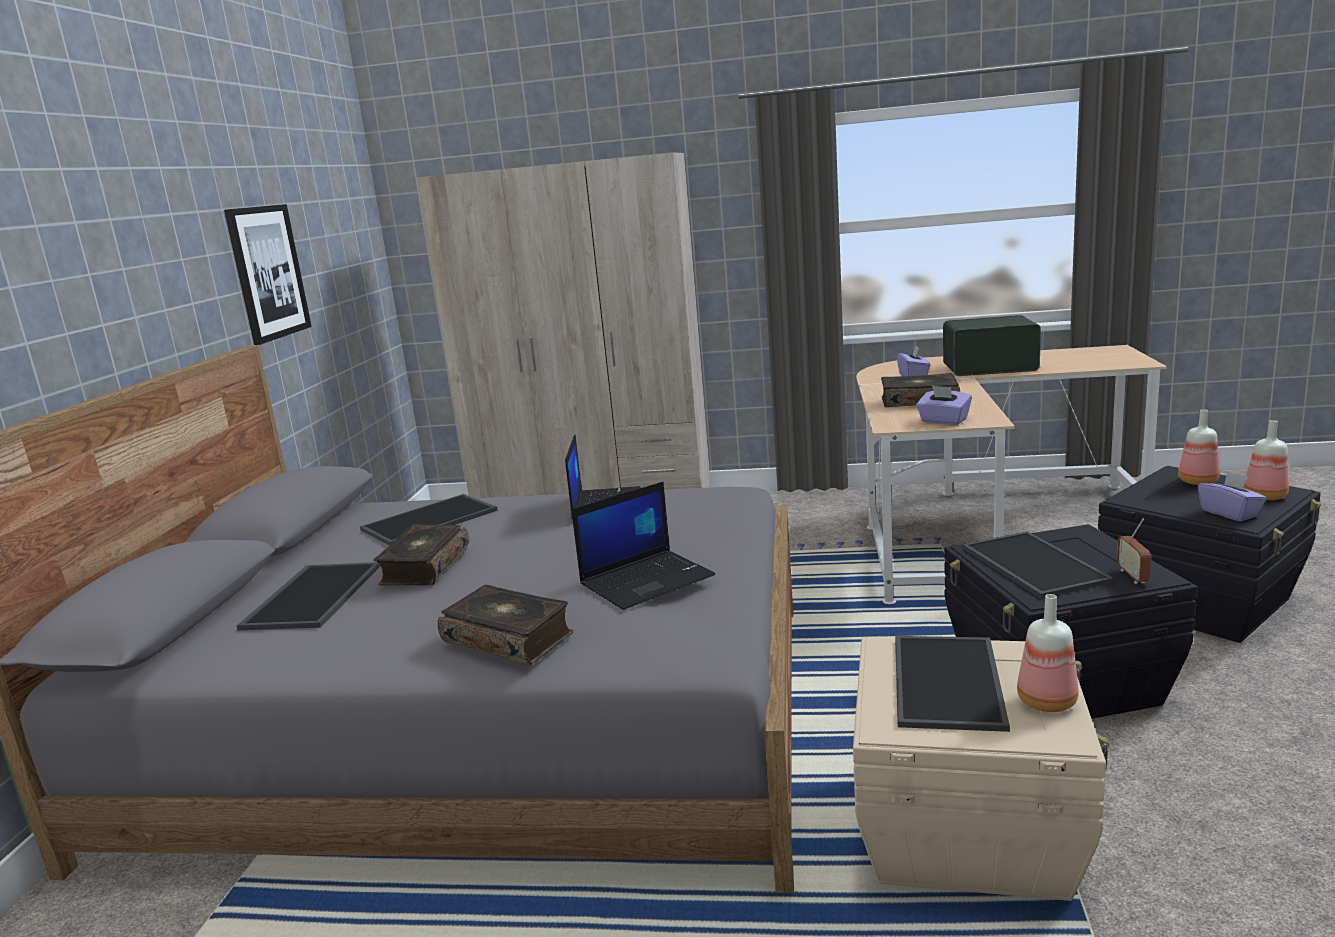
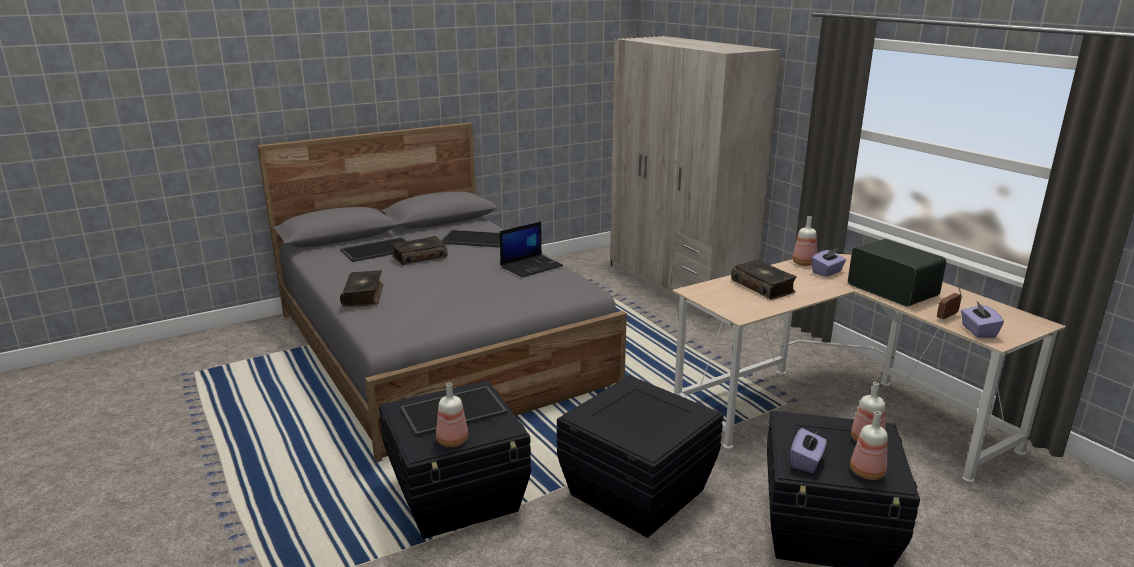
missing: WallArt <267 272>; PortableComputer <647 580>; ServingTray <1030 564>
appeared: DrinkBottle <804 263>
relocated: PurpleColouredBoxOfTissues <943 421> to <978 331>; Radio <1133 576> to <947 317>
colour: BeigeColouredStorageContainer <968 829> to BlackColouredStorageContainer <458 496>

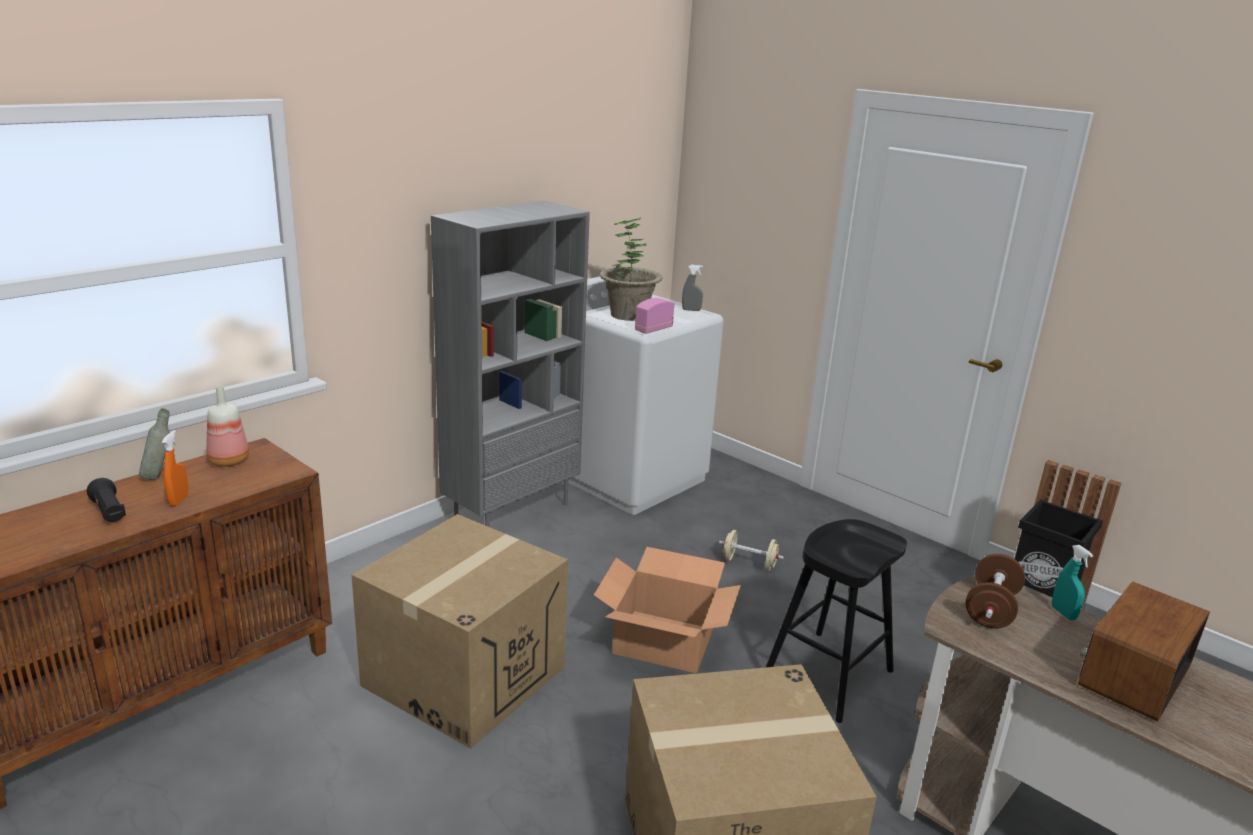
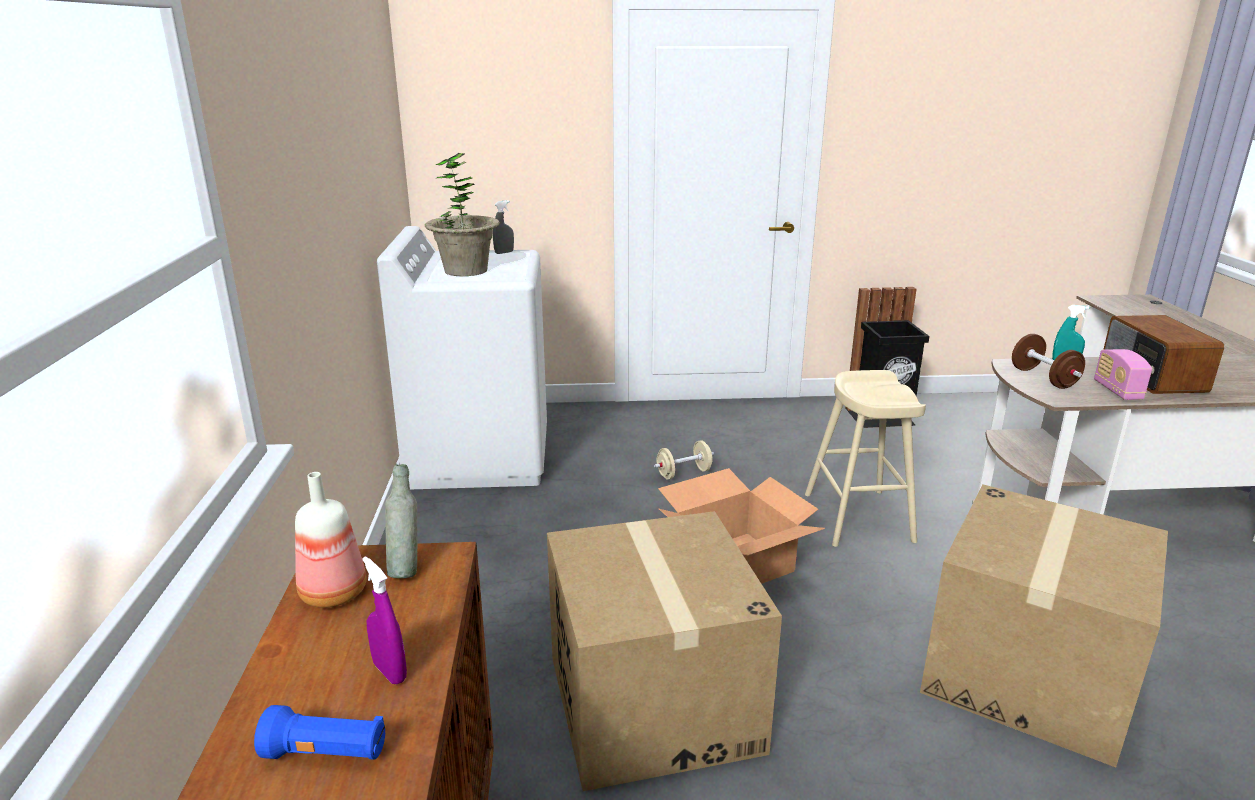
missing: GrayBookshelf <511 511>
relocated: GrayDrinkBottle <160 476> to <406 570>; Radio <653 329> to <1117 391>
colour: BlackColouredHandTorch <109 512> to BluishHandTorch <327 754>; OrangeyHandSprayer <179 500> to PurpleColouredHandSprayer <390 672>; BlackColouredSittingStool <827 675> to BeigeColouredSittingStool <858 518>

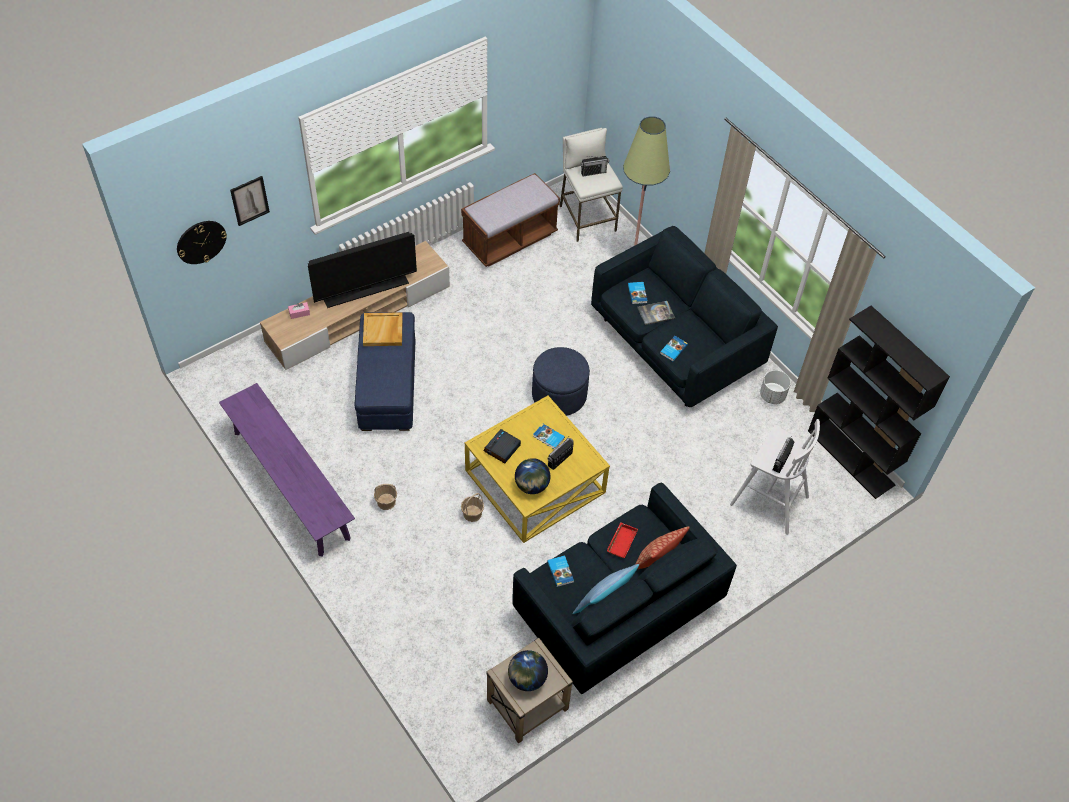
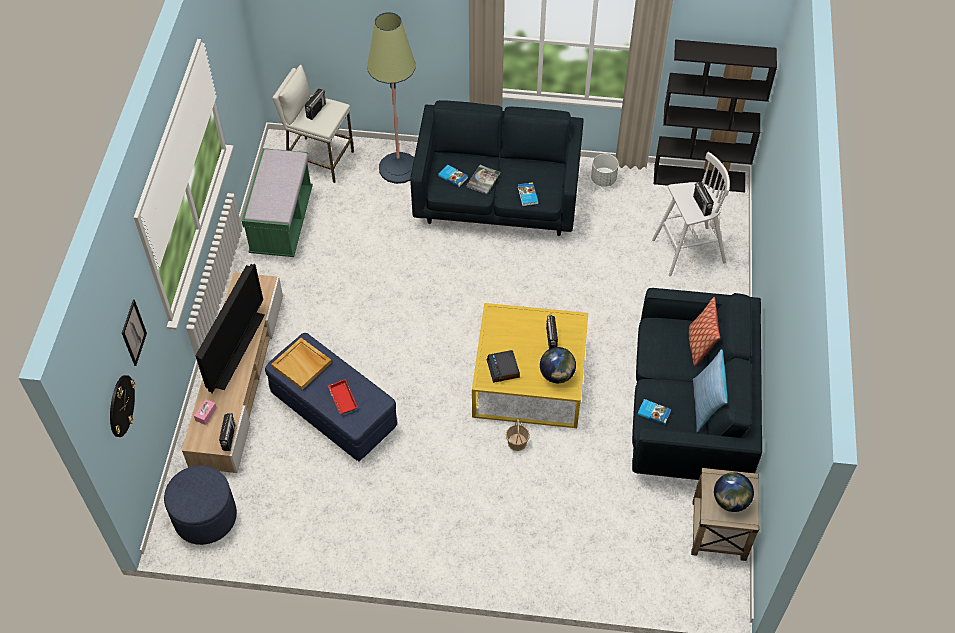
missing: PurpleColouredBench <291 484>; Basket <386 501>; Volume <548 438>
appeared: Radio <229 437>
relocated: BluishOttoman <559 395> to <205 517>; ReddishServingTray <621 541> to <341 399>
colour: BrownBench <510 239> to GreenishBench <282 222>

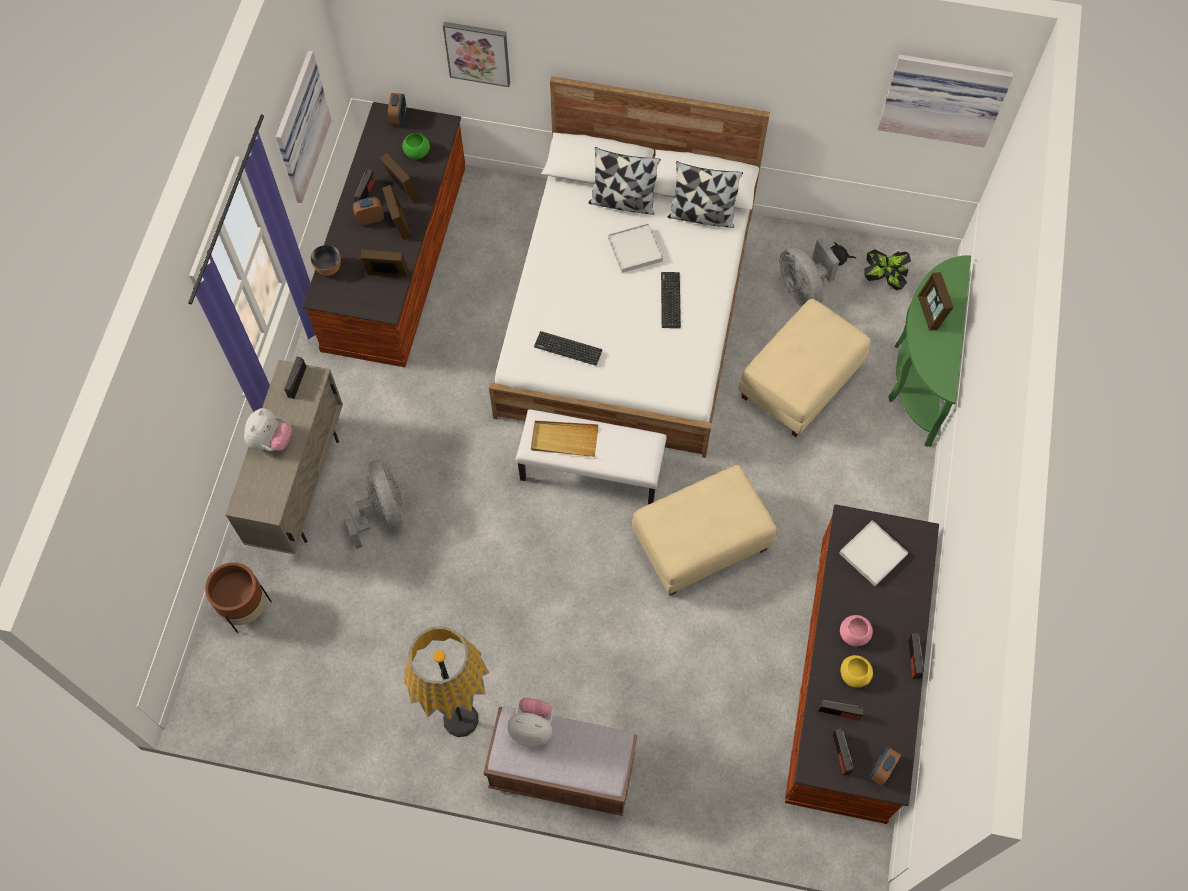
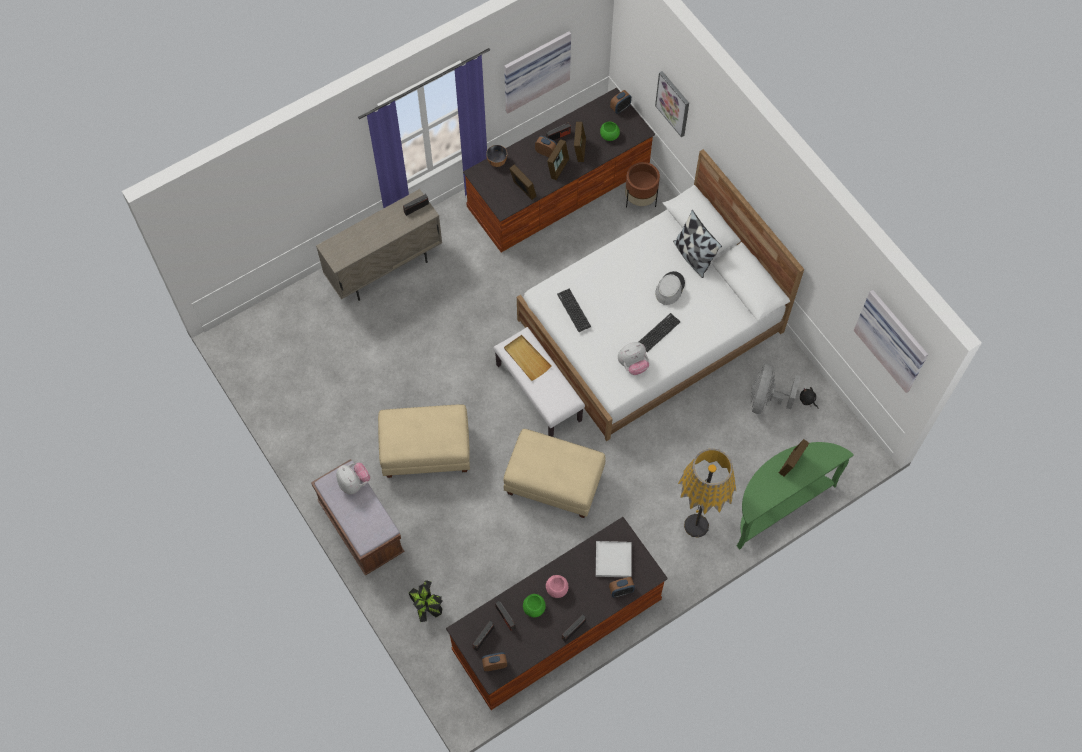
missing: GrayElectricFan <382 513>; Cushion <702 215>
appeared: TableClock <621 590>
relocated: BrownFlowerPot <246 608> to <640 200>; SoftToy <271 440> to <633 364>; StandardLamp <461 719> to <696 525>; BeigeColouredOttoman <799 381> to <426 450>; Houseplant <883 280> to <427 606>
exchanged: WhiteServingTray <635 249> to GrayClothingHat <669 288>
colour: YellowBowl <854 674> to GreenishBowl <534 607>

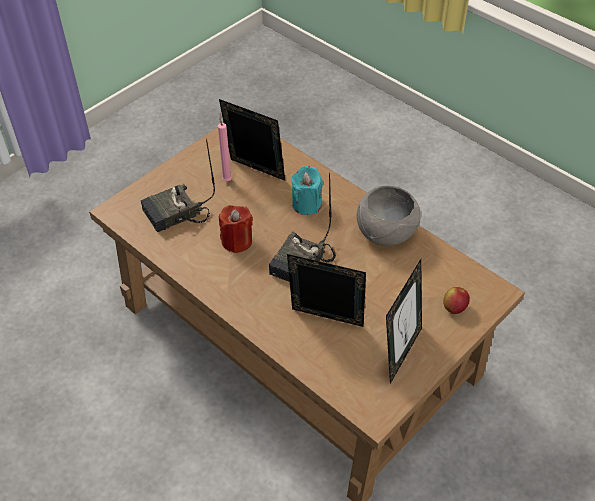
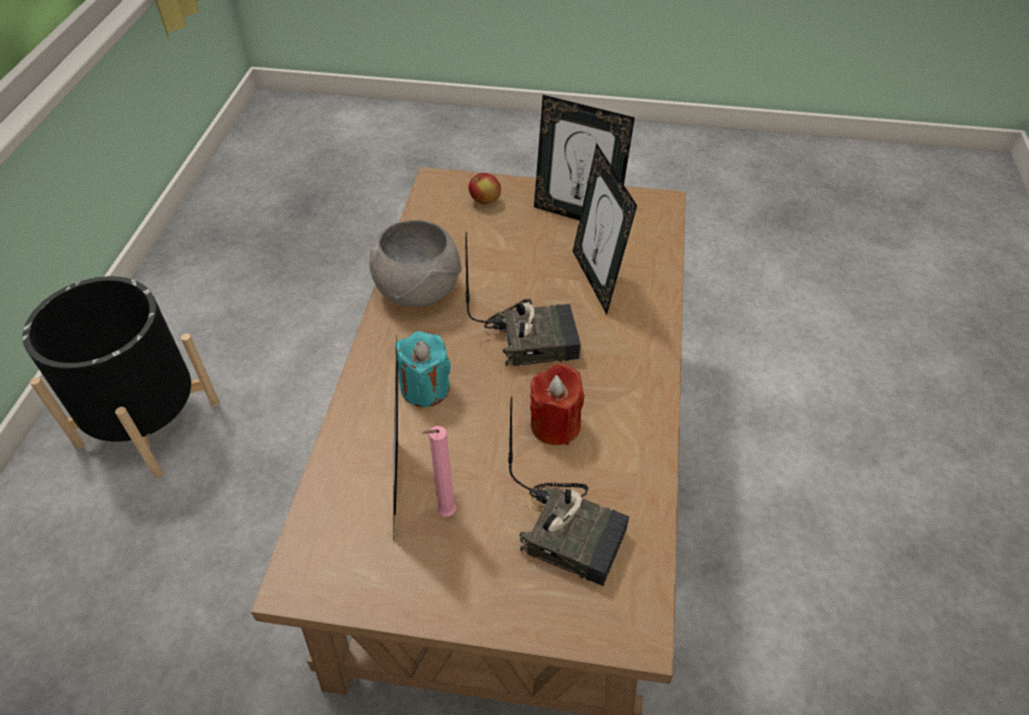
appeared: BlackColouredFlowerPot <149 424>
spun: PictureFrame <400 352> = <577 214> 150 degrees counterclockwise

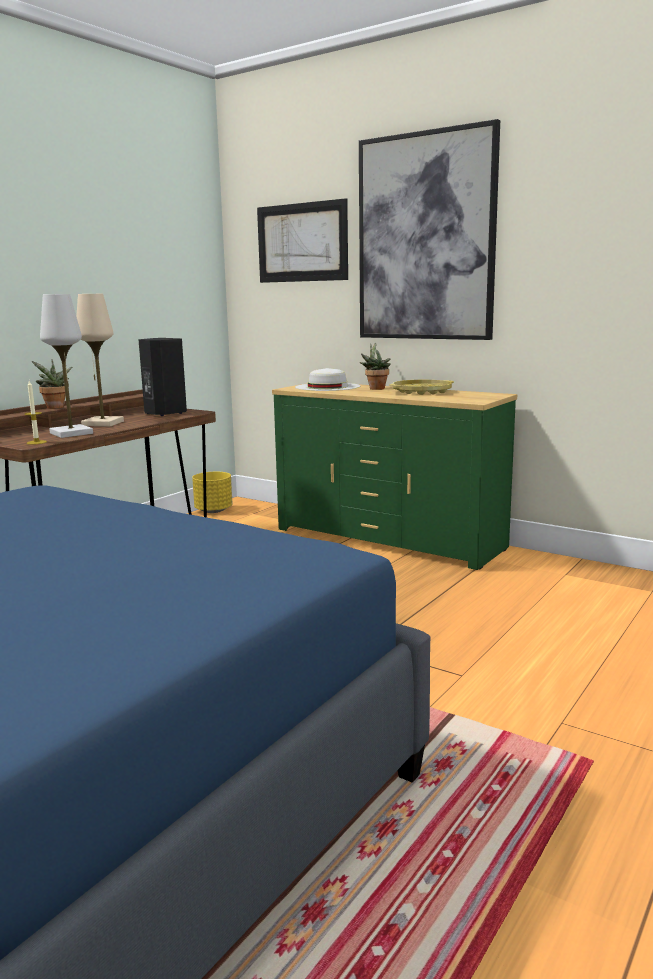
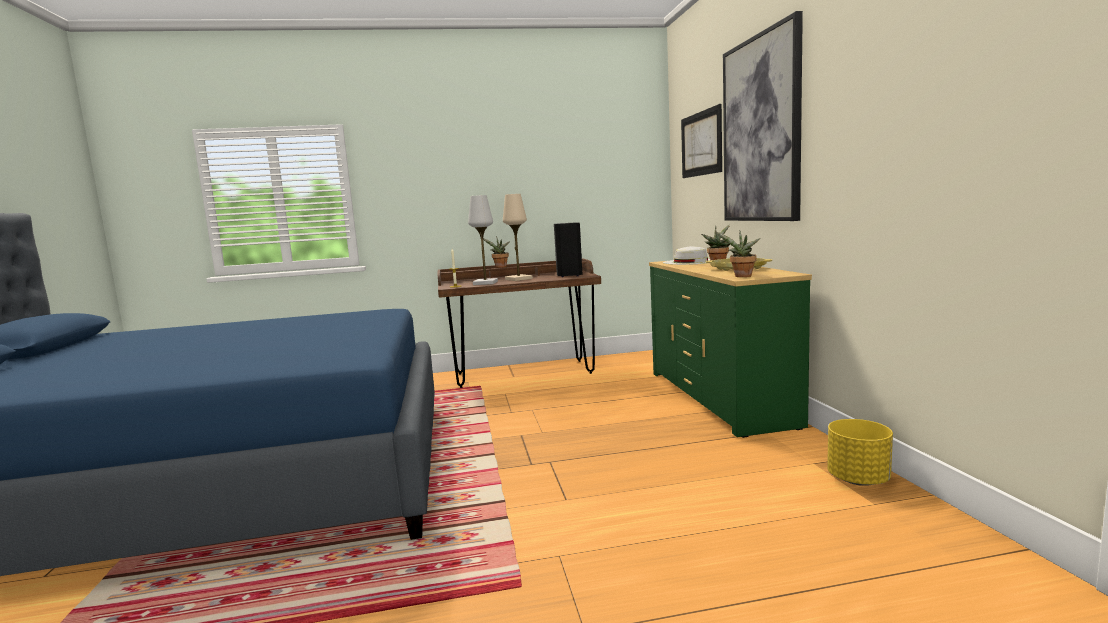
appeared: Houseplant <741 276>
relocated: YellowFlowerPot <214 510> to <858 479>

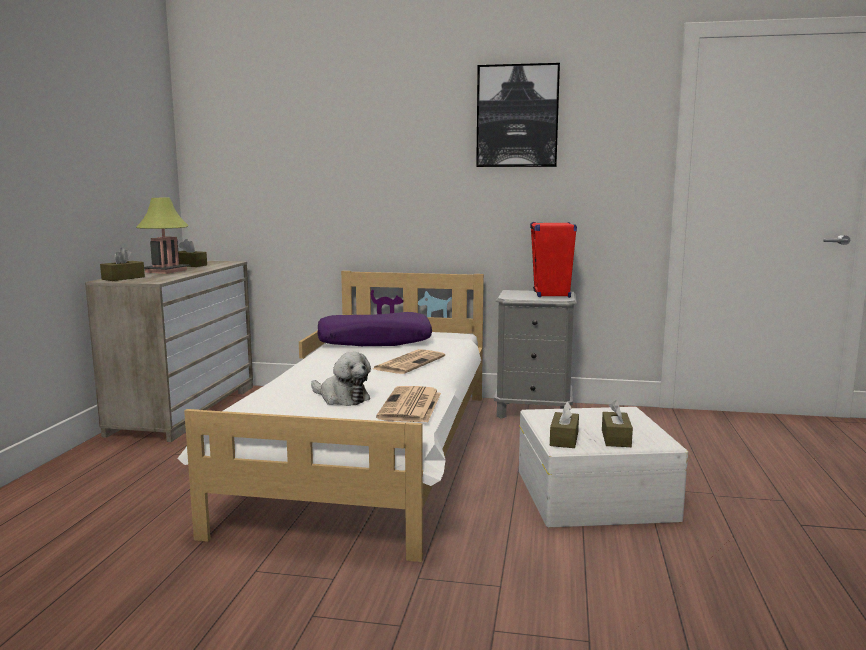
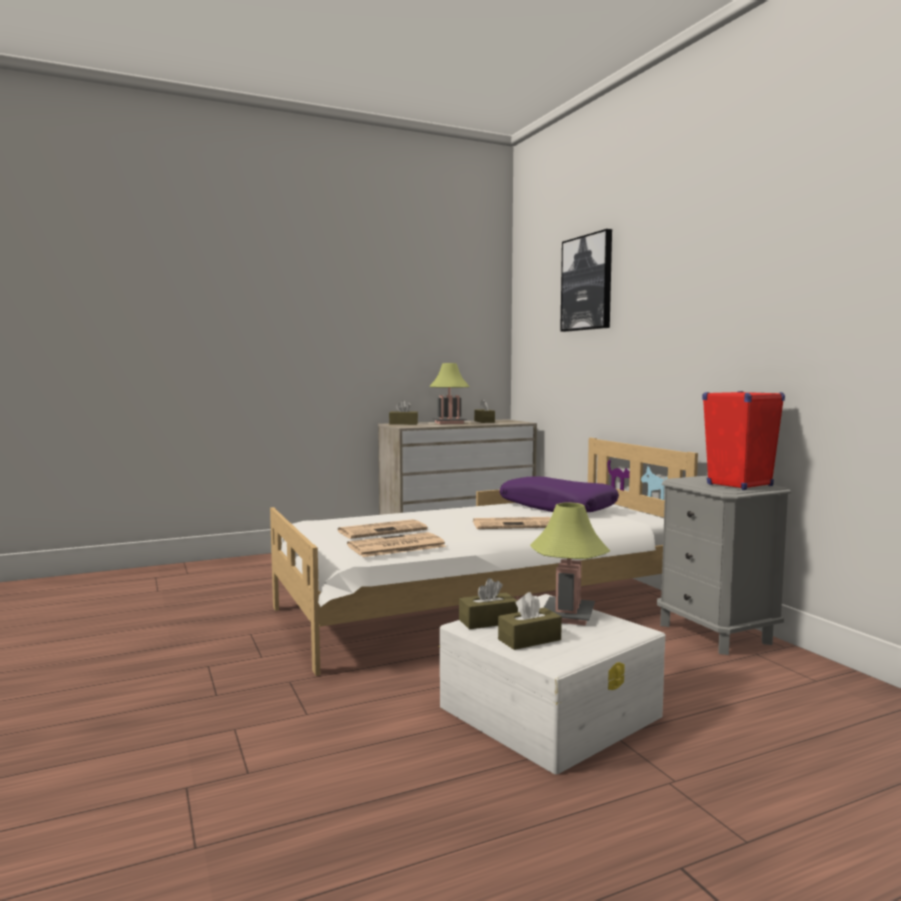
appeared: TabletopLamp <568 615>
relocated: WallArt <517 116> to <587 283>
exchanged: SoftToy <341 398> to DailyPaper <383 530>

